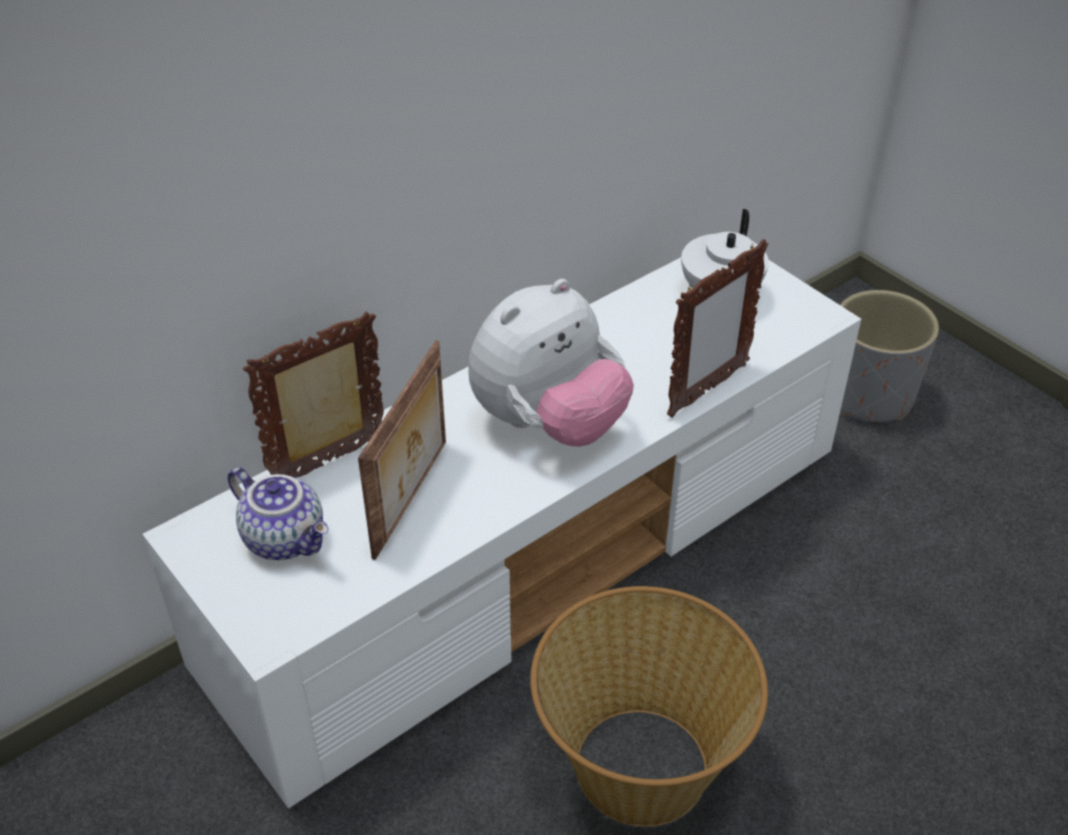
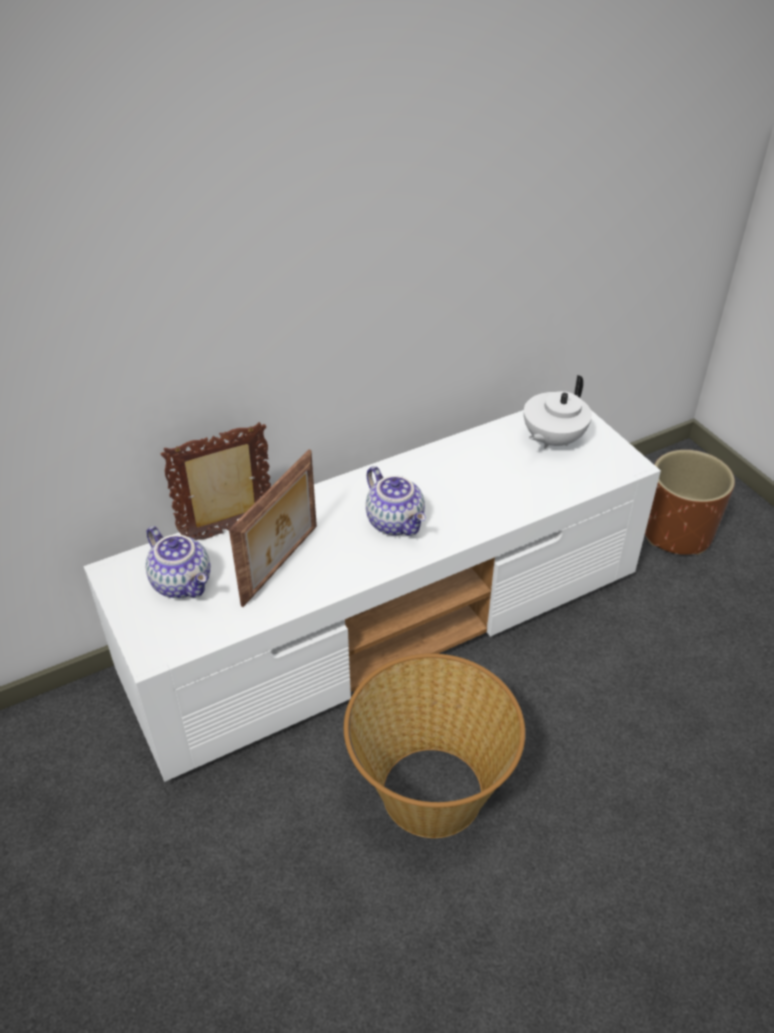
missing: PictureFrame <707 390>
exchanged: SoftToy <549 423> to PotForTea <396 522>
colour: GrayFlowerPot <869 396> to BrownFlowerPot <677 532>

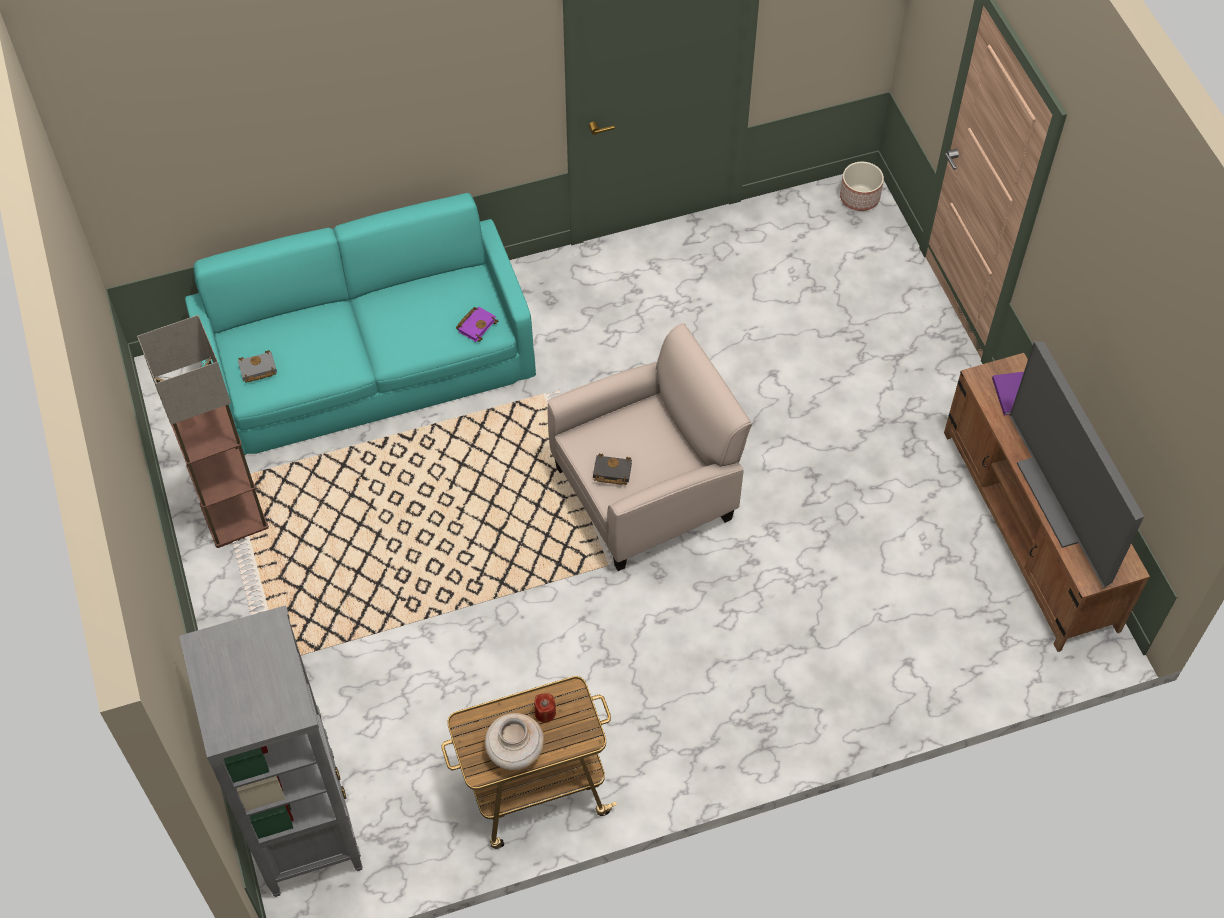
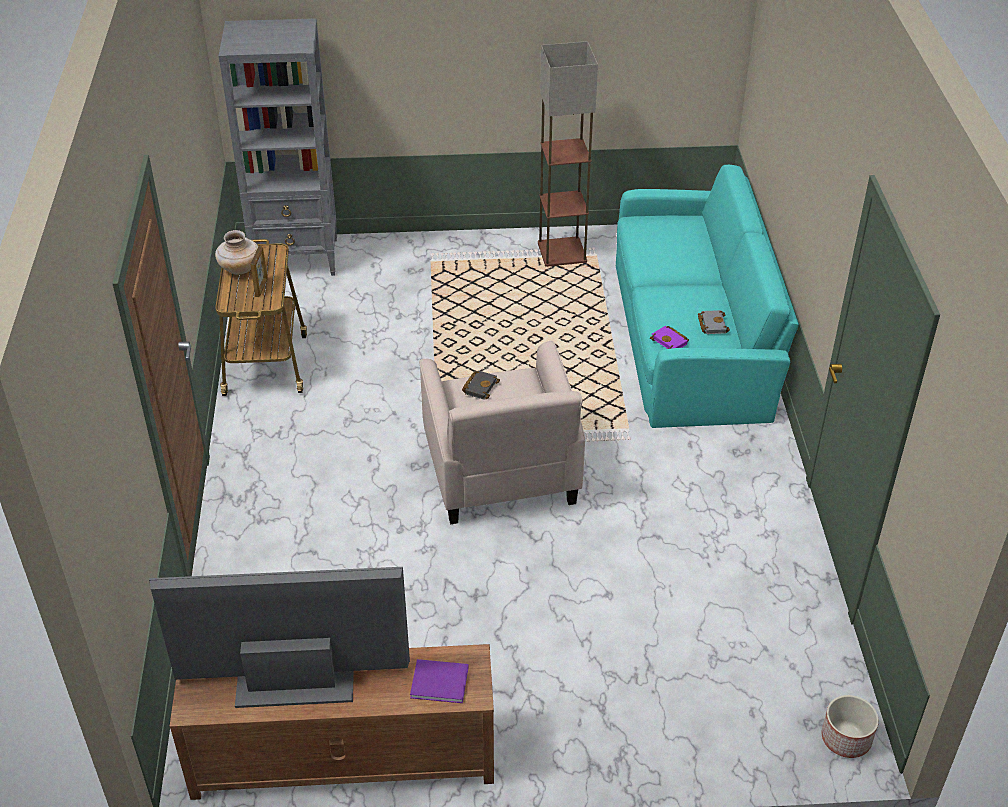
relocated: GrayVolume <257 370> to <711 324>
exchanged: ReddishCandle <545 713> to PictureFrame <261 288>

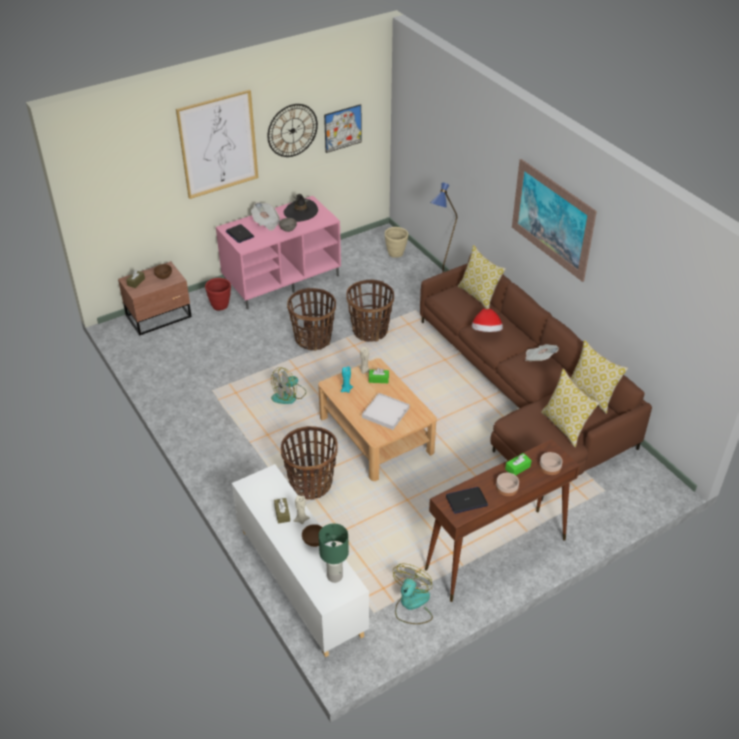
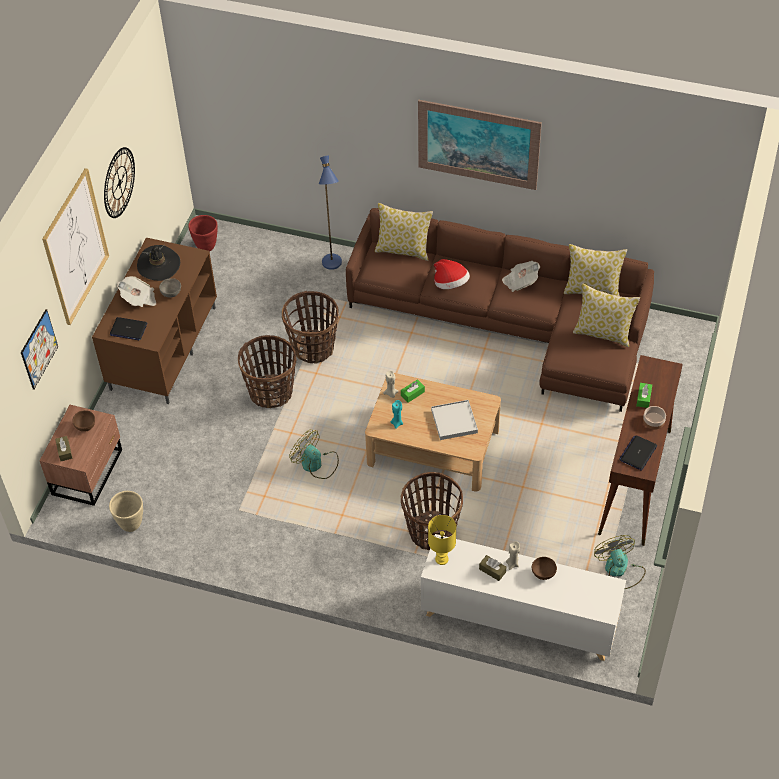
missing: GreenishTabletopLamp <334 576>; Bowl <550 467>
appeared: YellowTabletopLamp <442 559>
relocated: ReddishFlowerPot <220 306> to <206 246>; WallArt <343 128> to <39 349>; BeigeColouredFlowerPot <396 254> to <131 523>
colour: PinkColouredTvStand <282 278> to BrownTvStand <163 347>
spun: ElectricFan <289 395> = <316 464> 120 degrees clockwise

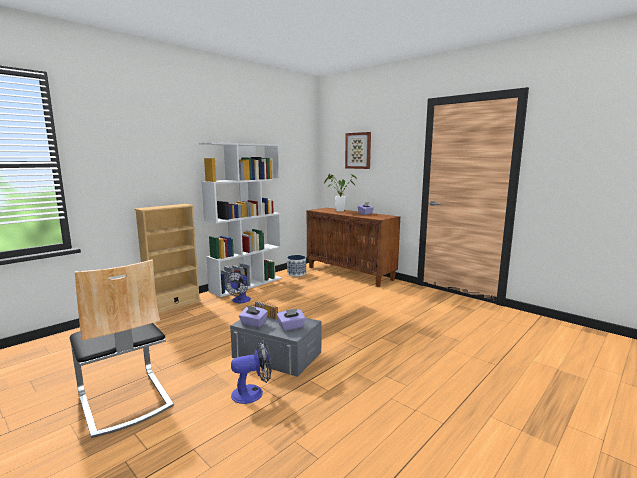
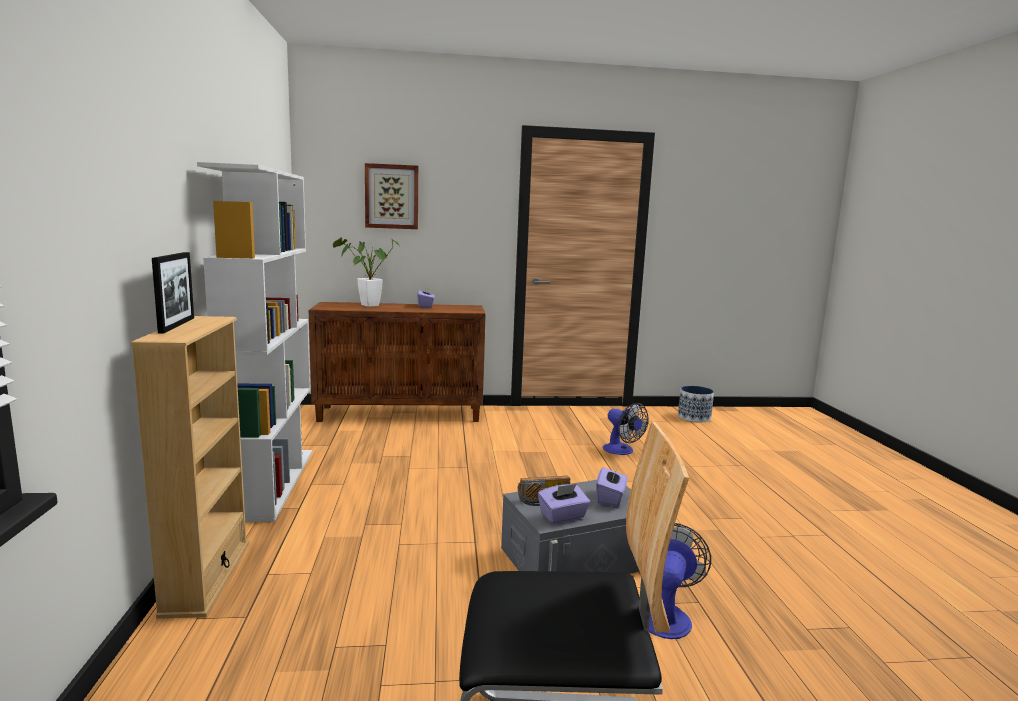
appeared: PictureFrame <177 325>
relocated: ElectricFan <240 301> to <622 451>; FlowerPot <296 274> to <694 417>

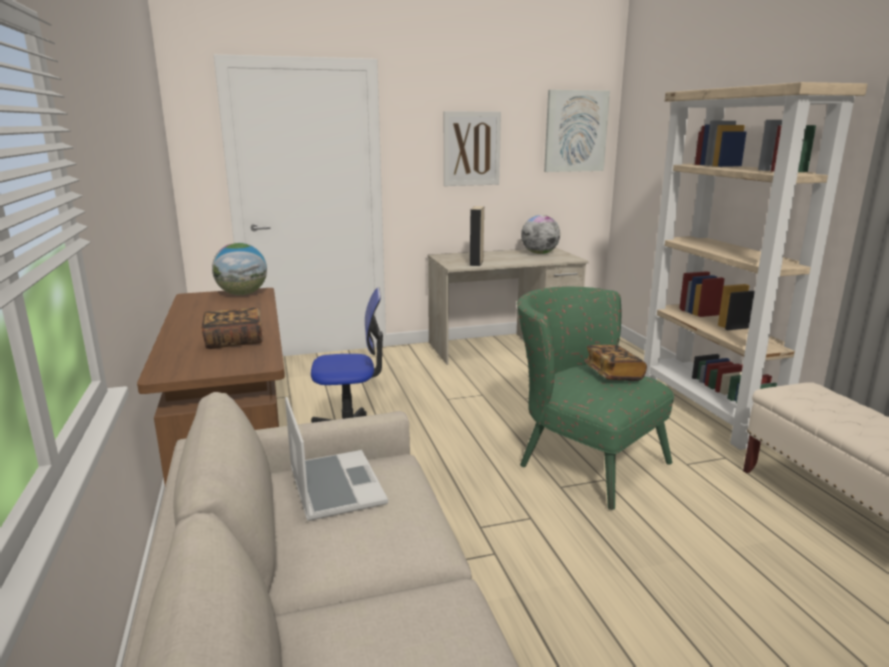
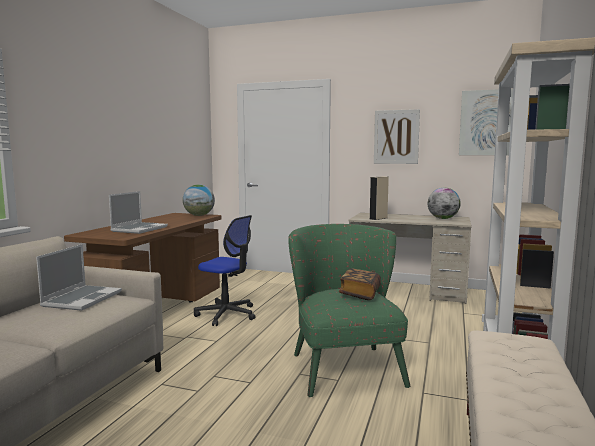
exchanged: Volume <234 341> to PortableComputer <139 229>

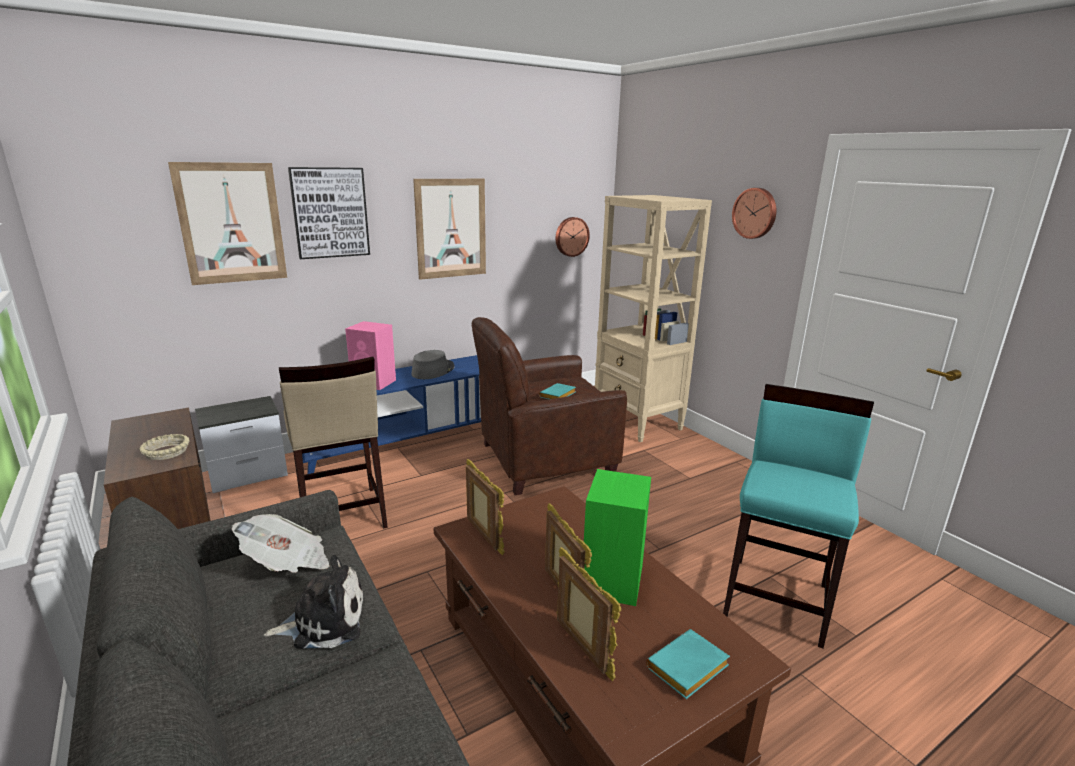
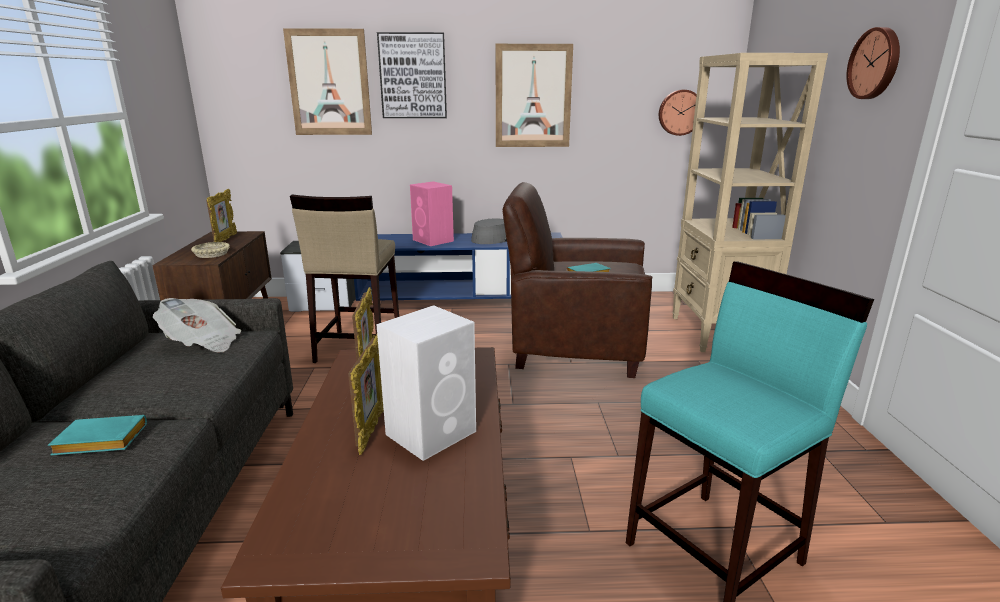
missing: SoftToy <324 621>
relocated: PictureFrame <582 649> to <225 240>; TurquoiseVolume <687 670> to <98 442>
colour: GreenishLoudspeaker <612 579> to WhiteLoudspeaker <432 432>

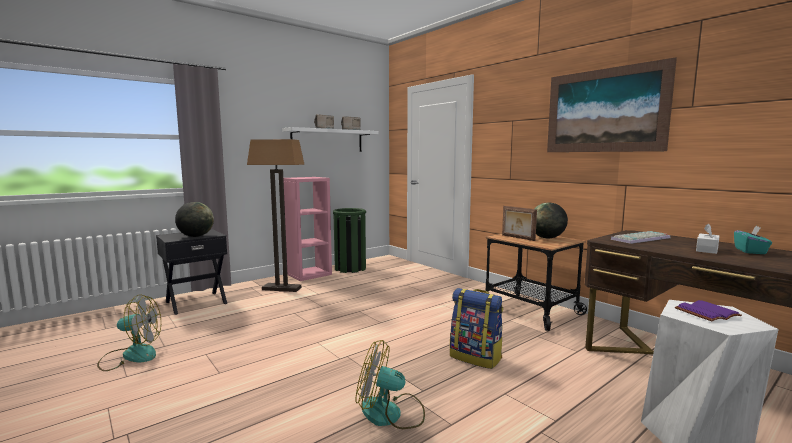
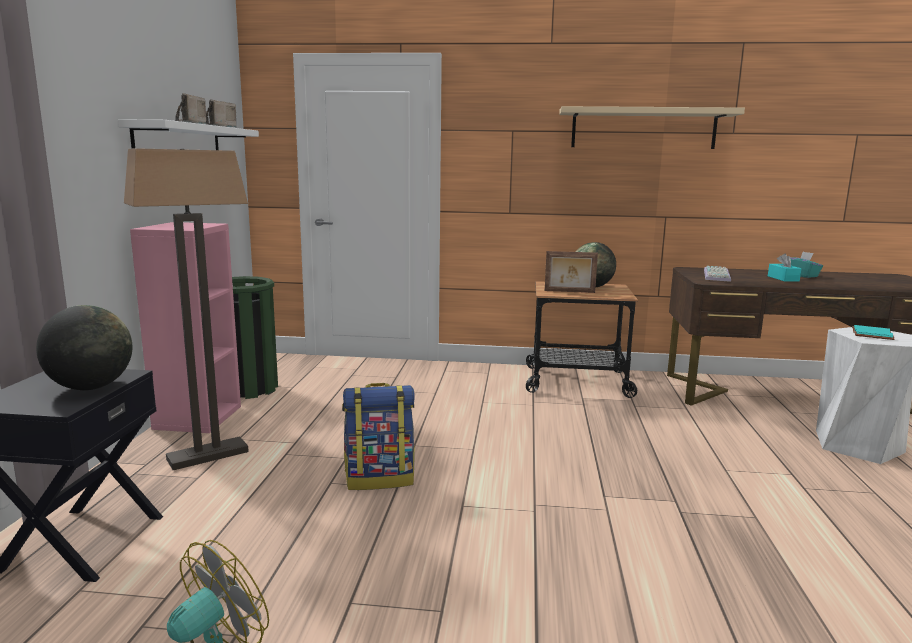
missing: ElectricFan <390 414>
relocated: Rucksack <476 357> to <380 478>
exchanged: WallArt <604 110> to BeigeColouredShelf <643 129>
colour: PurpleColouredVolume <706 312> to TurquoiseVolume <870 334>; WhiteBoxOfTissues <707 249> to TurquoiseBoxOfTissues <783 278>

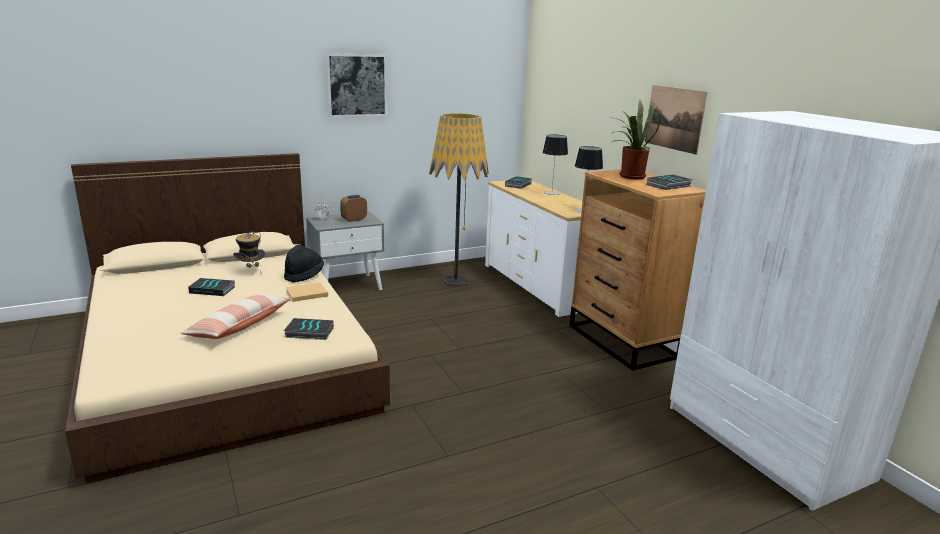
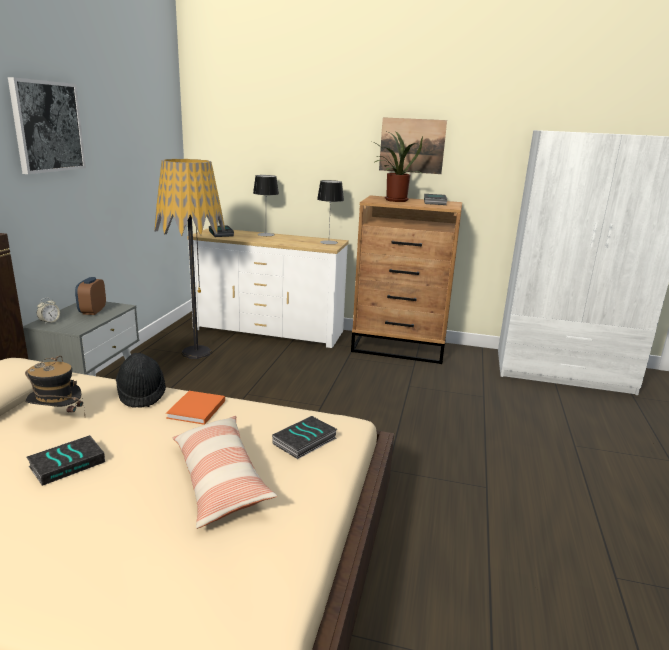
colour: BeigeColouredVolume <305 293> to OrangeyVolume <195 410>

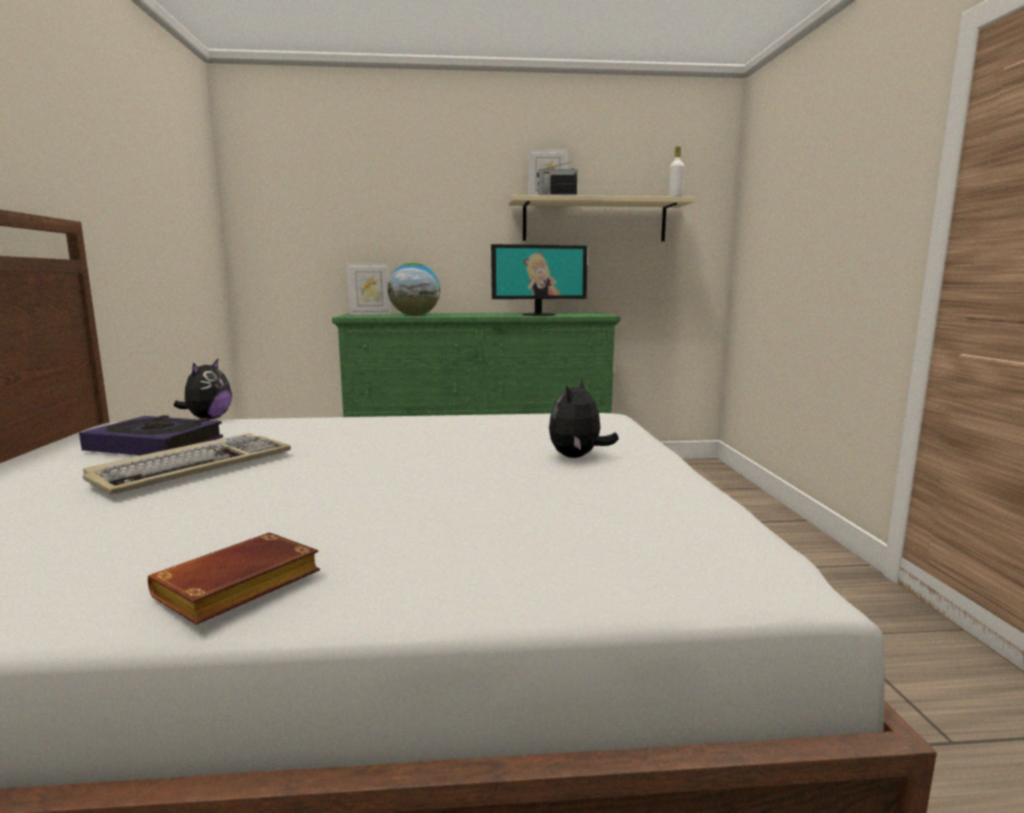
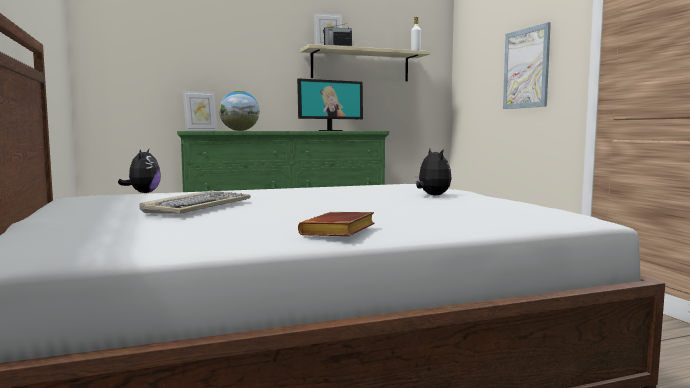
missing: Volume <155 444>
appeared: WallArt <526 68>
spun: SoftToy <577 457> = <432 195> 150 degrees clockwise

